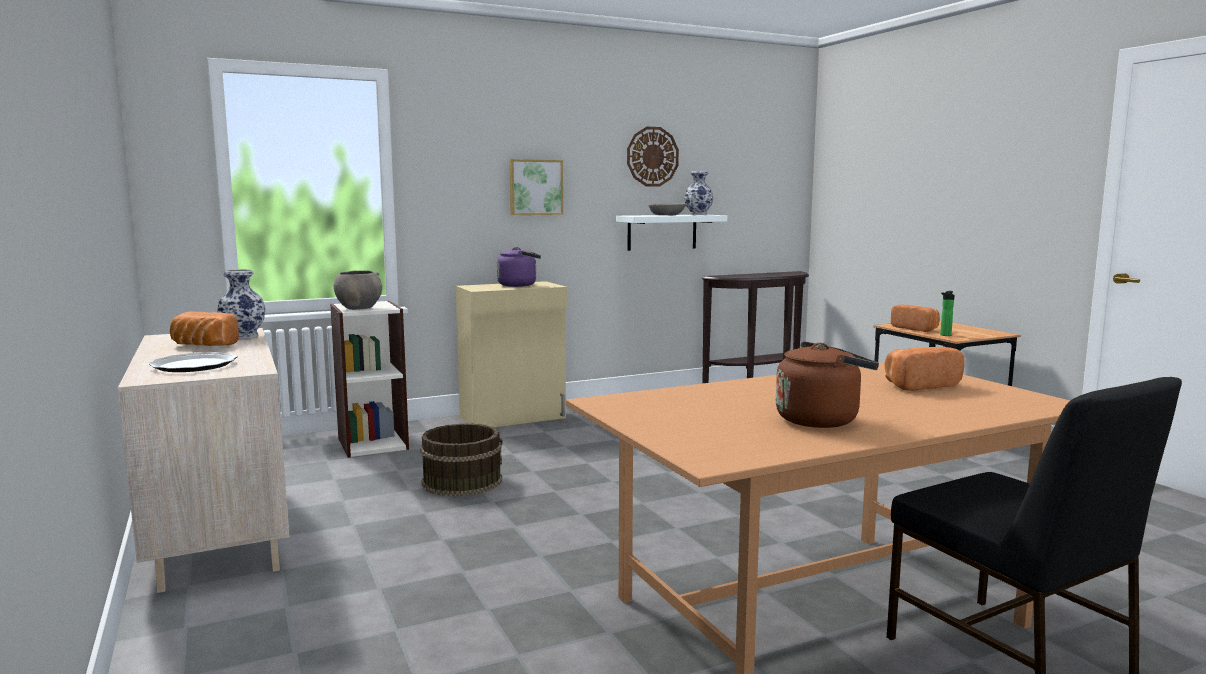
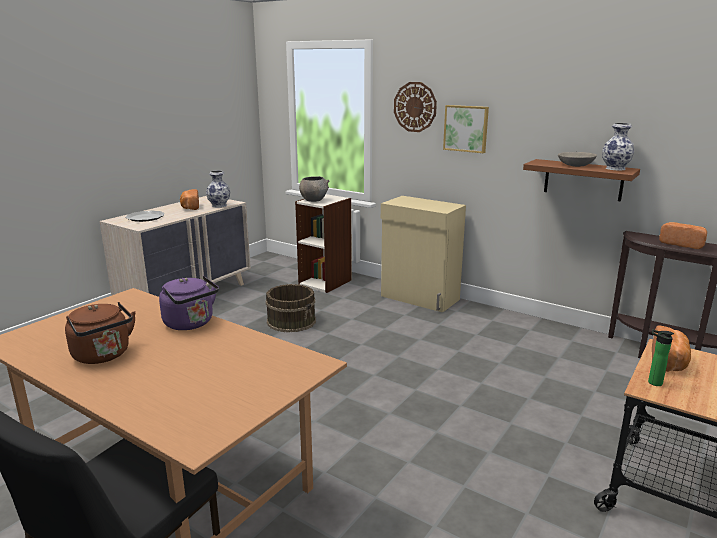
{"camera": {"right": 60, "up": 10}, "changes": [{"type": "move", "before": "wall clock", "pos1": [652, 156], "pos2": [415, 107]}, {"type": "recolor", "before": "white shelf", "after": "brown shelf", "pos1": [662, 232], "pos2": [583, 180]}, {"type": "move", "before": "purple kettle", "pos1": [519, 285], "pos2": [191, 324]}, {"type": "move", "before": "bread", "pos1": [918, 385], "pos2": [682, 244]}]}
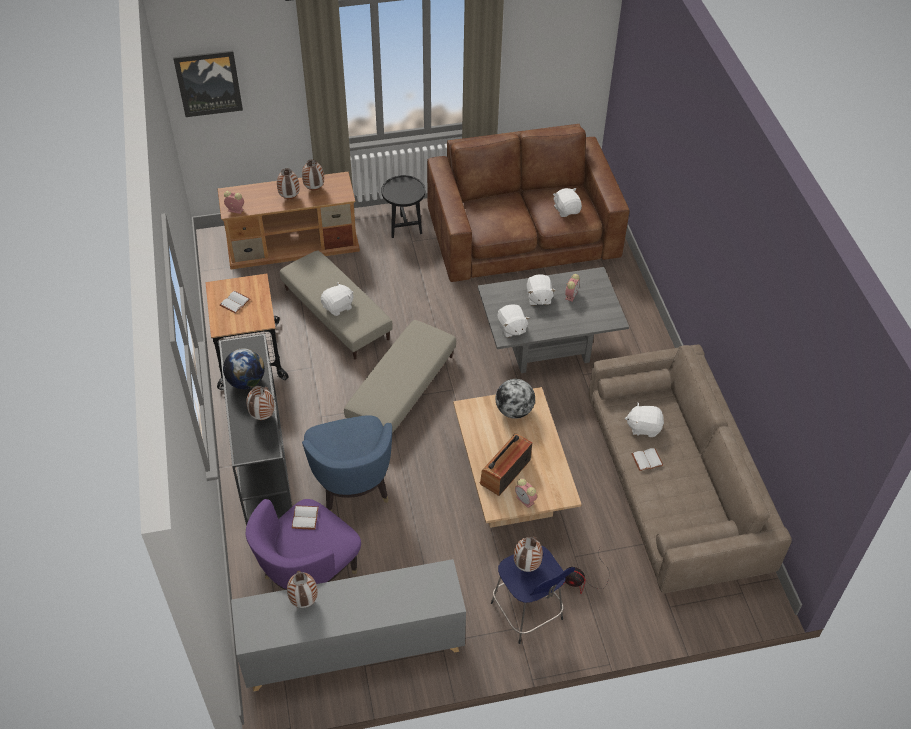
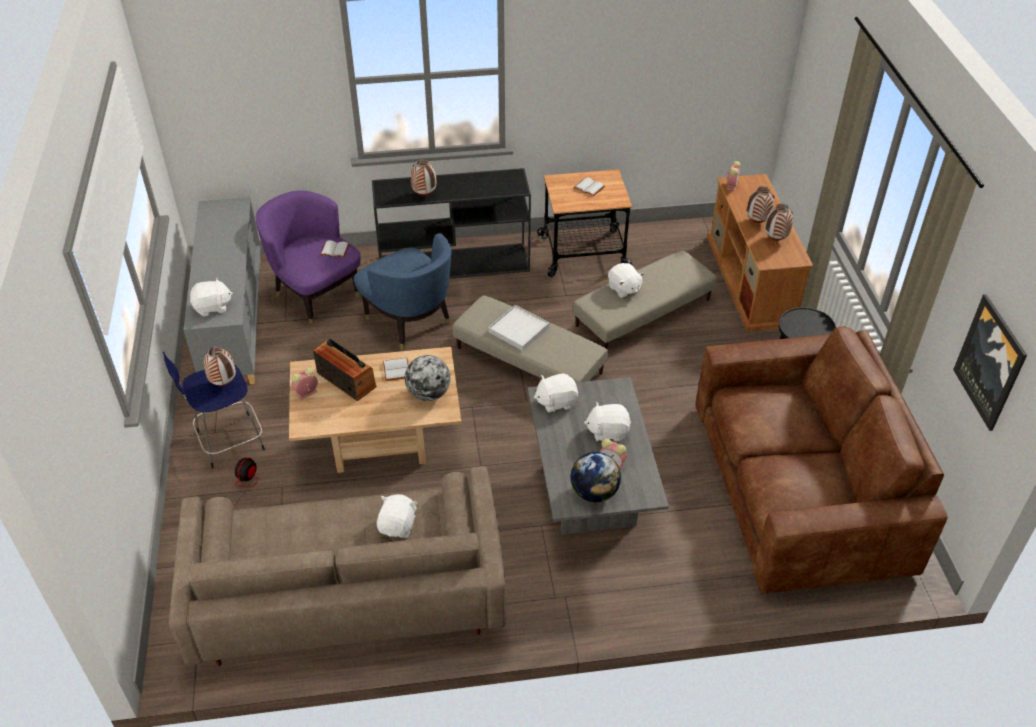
{"camera": {"right": 95, "up": -5}, "changes": [{"type": "move", "before": "picture", "pos1": [208, 83], "pos2": [990, 362]}, {"type": "move", "before": "white plush toy", "pos1": [566, 210], "pos2": [212, 307]}, {"type": "move", "before": "globe", "pos1": [246, 381], "pos2": [594, 492]}, {"type": "rotate", "before": "blue armchair", "pos1": [352, 486], "pos2": [409, 322], "turn": -120}, {"type": "move", "before": "white book", "pos1": [647, 459], "pos2": [397, 370]}, {"type": "delete", "before": "vase", "pos1": [304, 601]}, {"type": "insert", "after": "white tray", "pos2": [519, 329]}]}
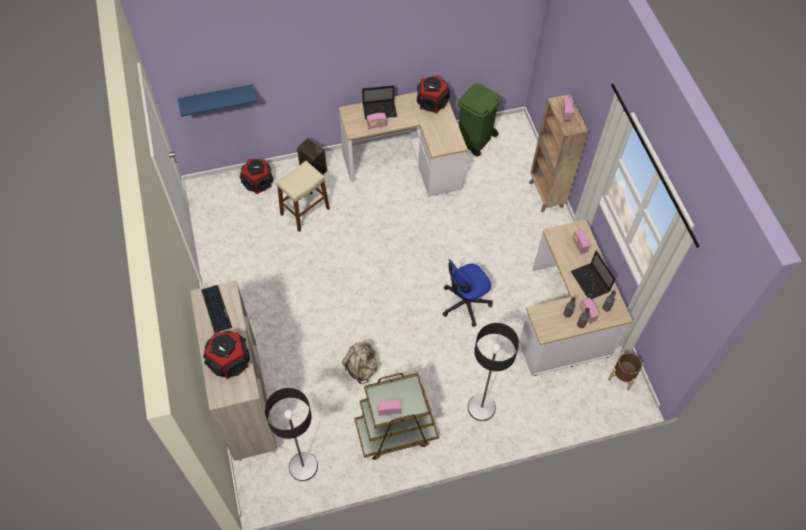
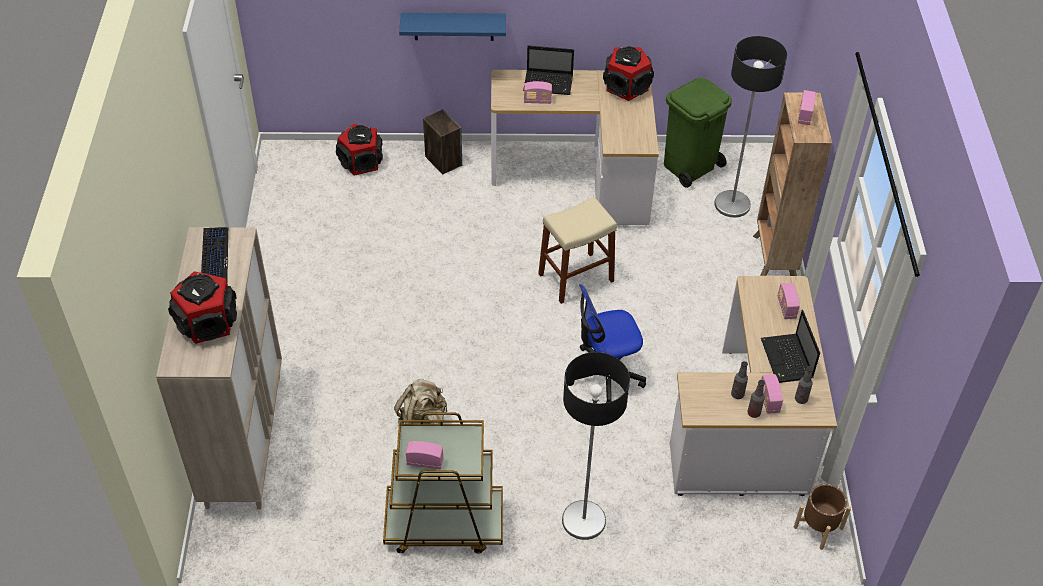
{"camera": {"right": 15, "up": -10}, "changes": [{"type": "move", "before": "blue shelf", "pos1": [217, 99], "pos2": [453, 26]}, {"type": "move", "before": "beige stool", "pos1": [305, 211], "pos2": [576, 278]}, {"type": "move", "before": "floor lamp", "pos1": [303, 466], "pos2": [732, 204]}]}
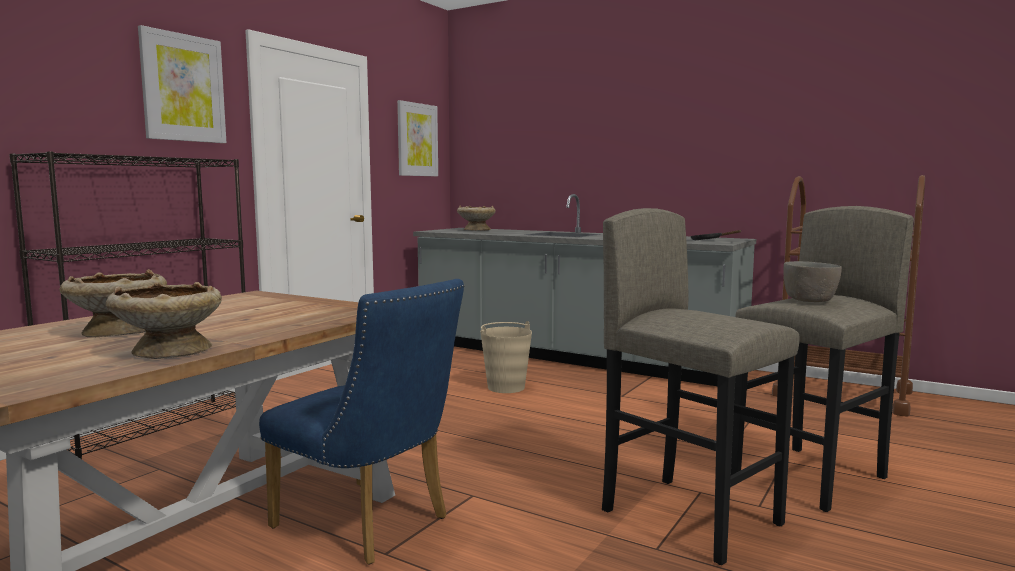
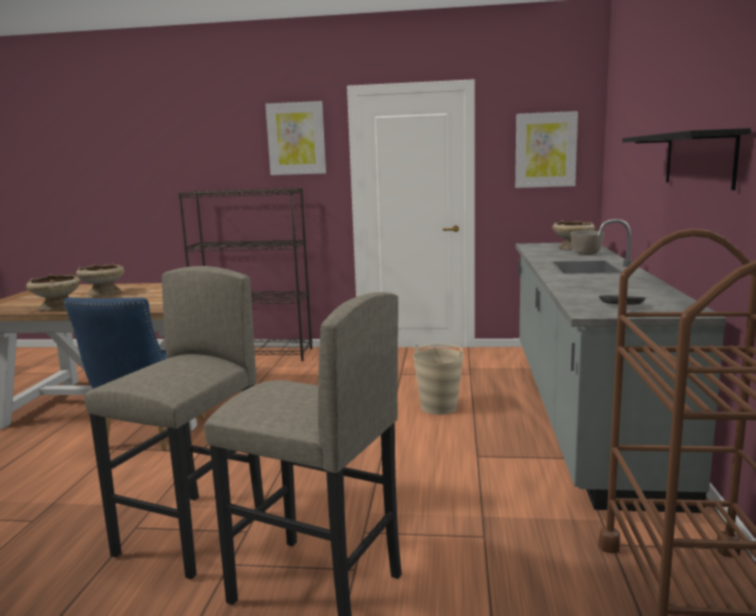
{"camera": {"right": 65, "up": 5}, "changes": [{"type": "move", "before": "grey bowl", "pos1": [810, 301], "pos2": [586, 254]}, {"type": "insert", "after": "black shelf", "pos2": [698, 159]}]}
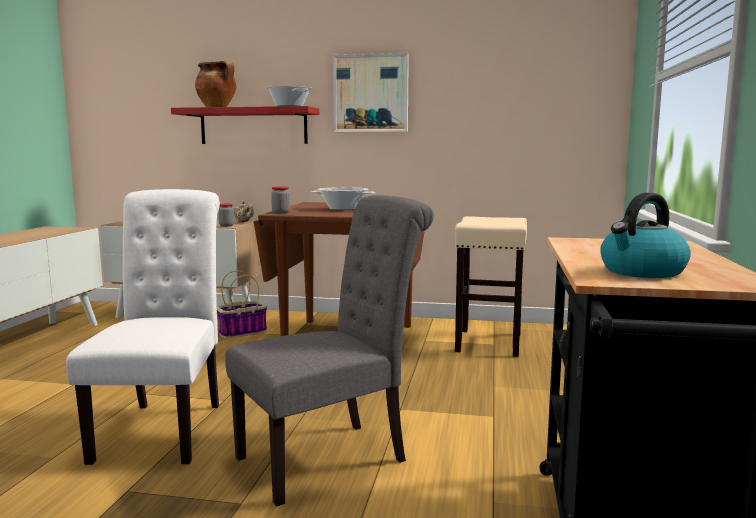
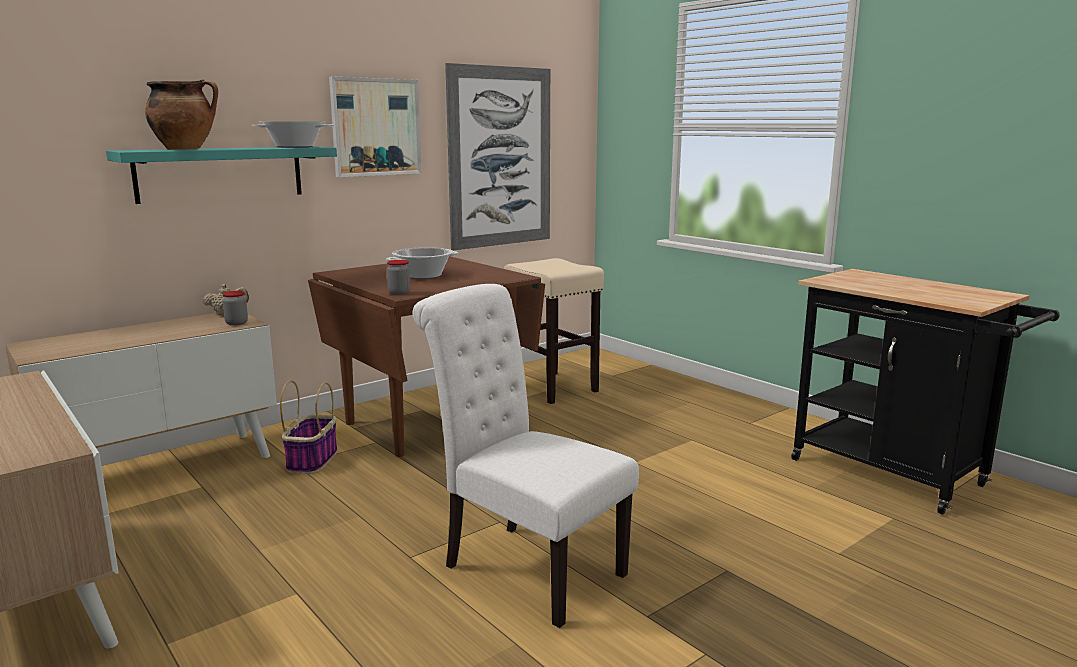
{"camera": {"right": -50, "up": 5}, "changes": [{"type": "recolor", "before": "red shelf", "after": "turquoise shelf", "pos1": [253, 126], "pos2": [220, 173]}, {"type": "delete", "before": "kettle", "pos1": [642, 272]}, {"type": "delete", "before": "grey chair", "pos1": [331, 457]}, {"type": "insert", "after": "picture", "pos2": [500, 157]}]}
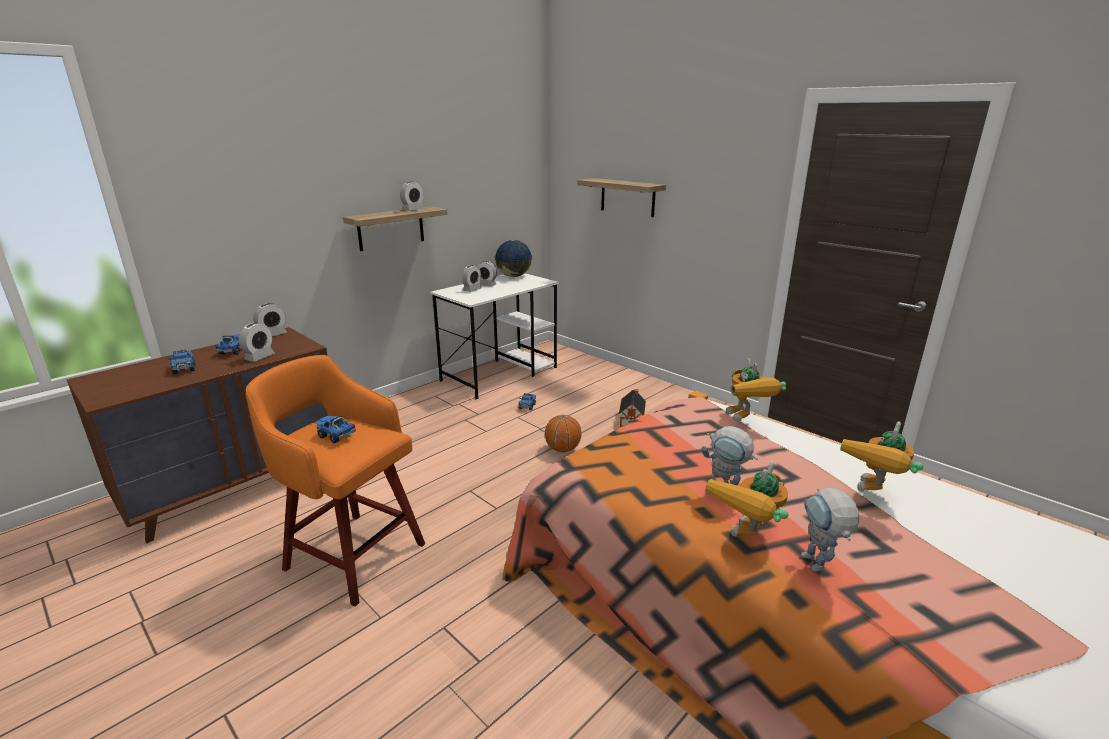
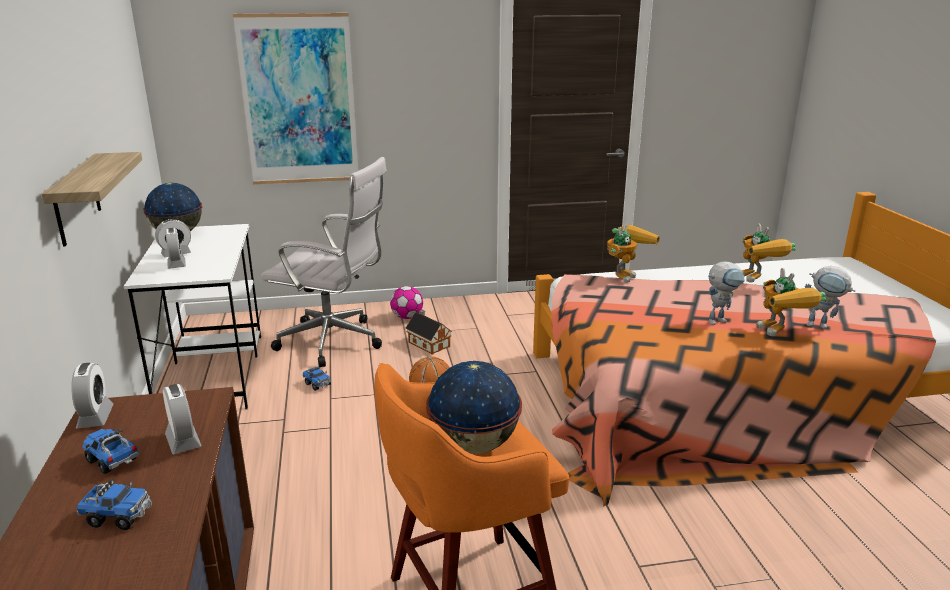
{"camera": {"right": -55, "up": 0}, "changes": [{"type": "replace", "before": "shelf", "after": "picture", "pos1": [627, 197], "pos2": [299, 100]}, {"type": "delete", "before": "alarm clock", "pos1": [413, 210]}, {"type": "rotate", "before": "toy robot", "pos1": [747, 420], "pos2": [625, 274], "turn": -75}, {"type": "replace", "before": "toy truck", "after": "globe", "pos1": [336, 436], "pos2": [474, 445]}, {"type": "insert", "after": "white office chair", "pos2": [335, 342]}, {"type": "insert", "after": "football", "pos2": [407, 317]}]}
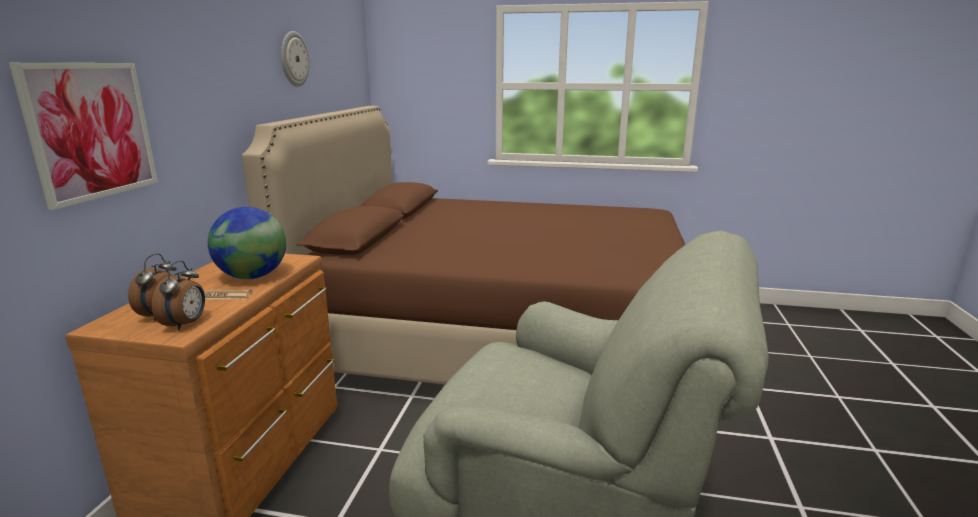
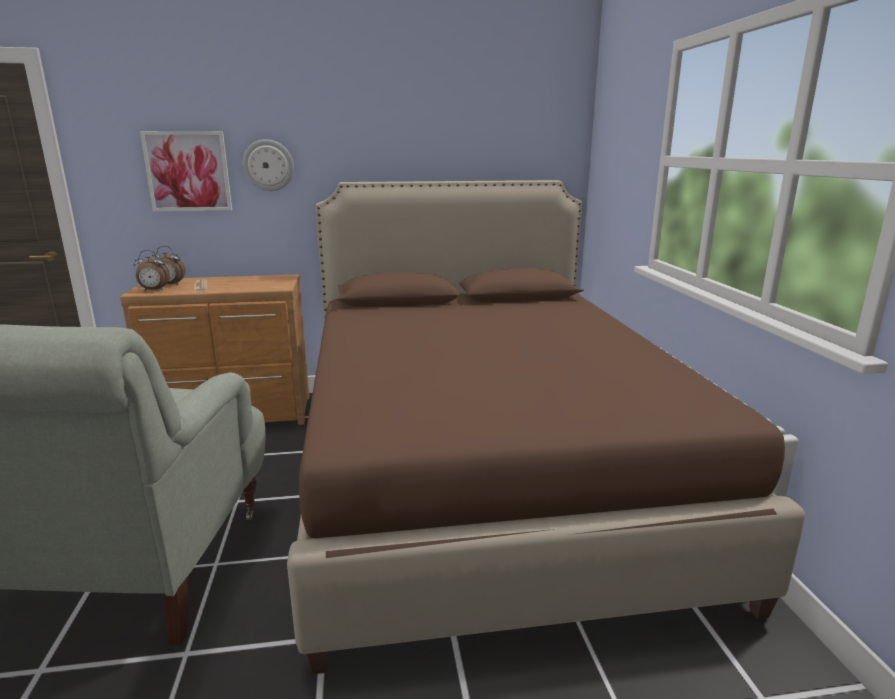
{"camera": {"right": 70, "up": 0}, "changes": [{"type": "move", "before": "wall clock", "pos1": [293, 59], "pos2": [268, 165]}, {"type": "delete", "before": "globe", "pos1": [252, 276]}]}
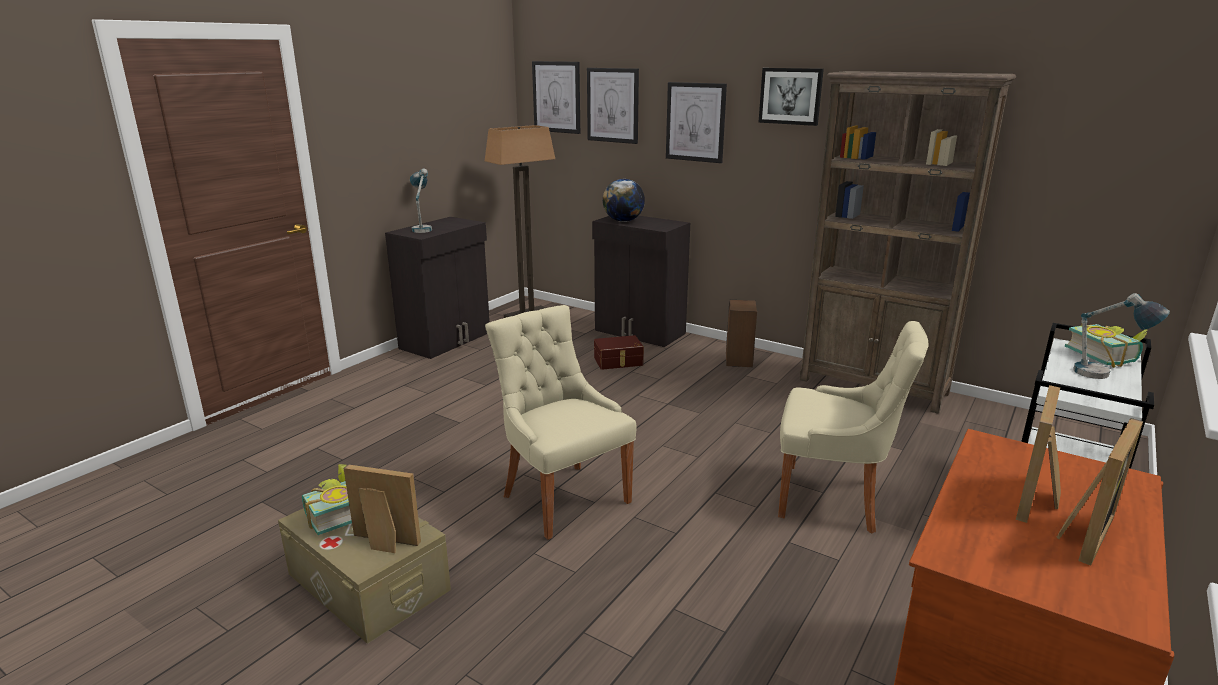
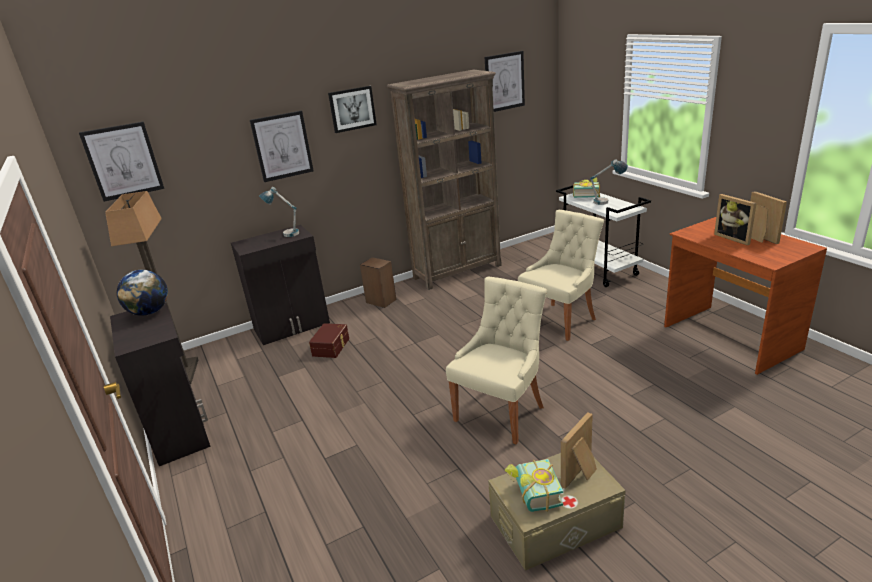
{"camera": {"right": -60, "up": 5}, "changes": [{"type": "move", "before": "picture", "pos1": [613, 105], "pos2": [504, 81]}, {"type": "move", "before": "table lamp", "pos1": [422, 228], "pos2": [285, 233]}, {"type": "move", "before": "globe", "pos1": [623, 221], "pos2": [150, 312]}, {"type": "rotate", "before": "beige chair", "pos1": [562, 497], "pos2": [501, 412], "turn": 135}]}
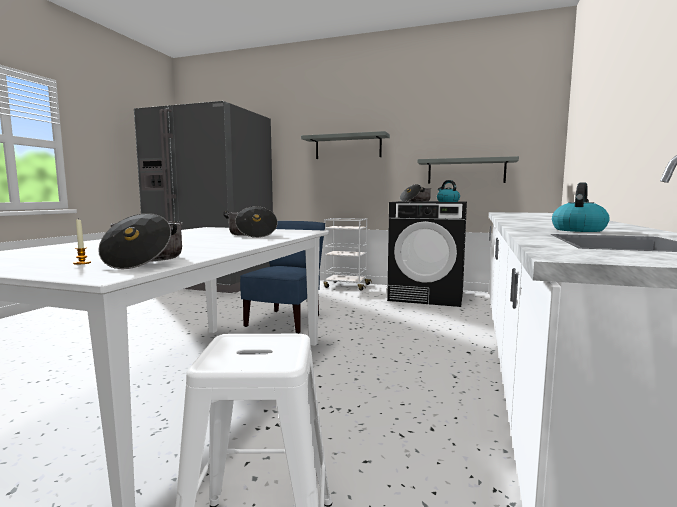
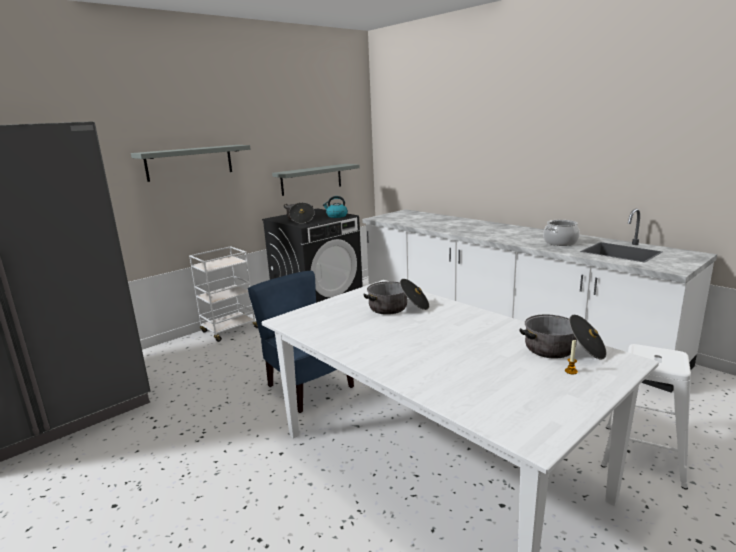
{"camera": {"right": -60, "up": 10}, "changes": [{"type": "replace", "before": "kettle", "after": "cooking pot", "pos1": [578, 230], "pos2": [560, 242]}]}
